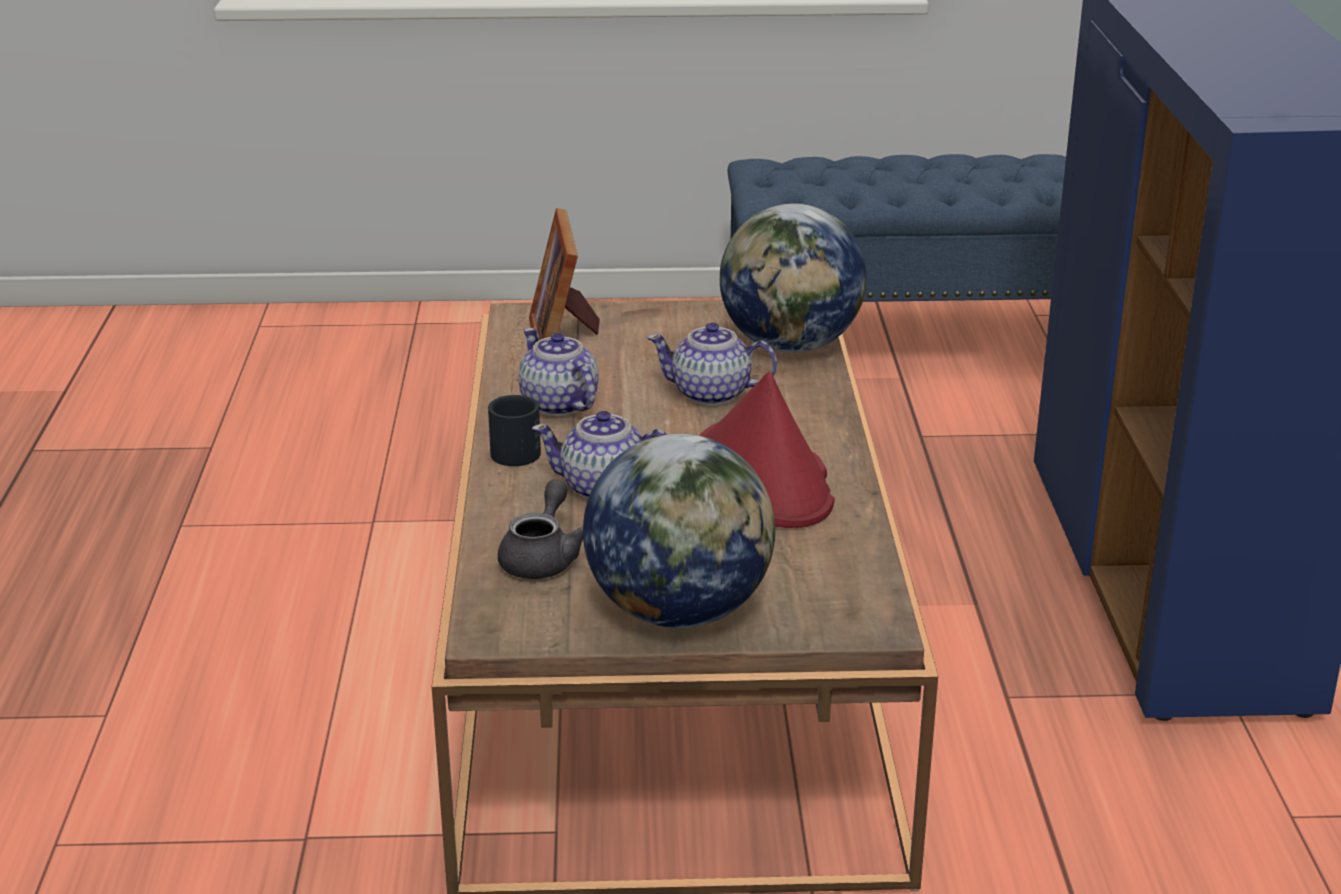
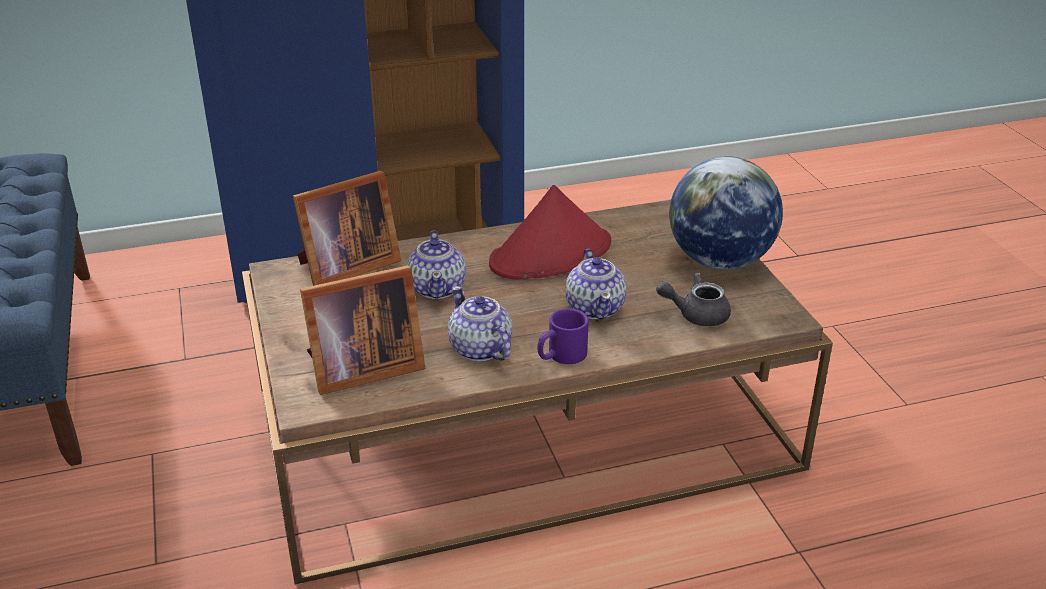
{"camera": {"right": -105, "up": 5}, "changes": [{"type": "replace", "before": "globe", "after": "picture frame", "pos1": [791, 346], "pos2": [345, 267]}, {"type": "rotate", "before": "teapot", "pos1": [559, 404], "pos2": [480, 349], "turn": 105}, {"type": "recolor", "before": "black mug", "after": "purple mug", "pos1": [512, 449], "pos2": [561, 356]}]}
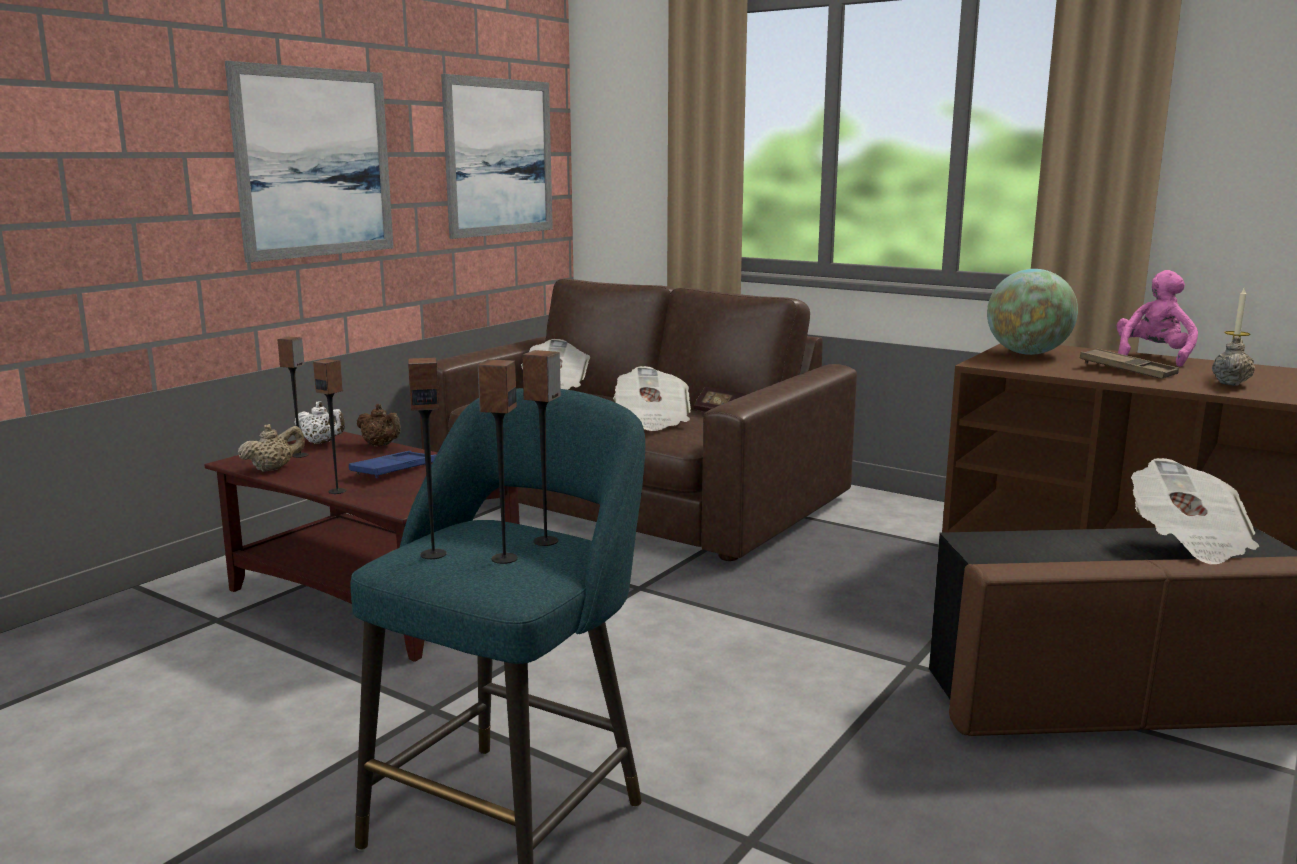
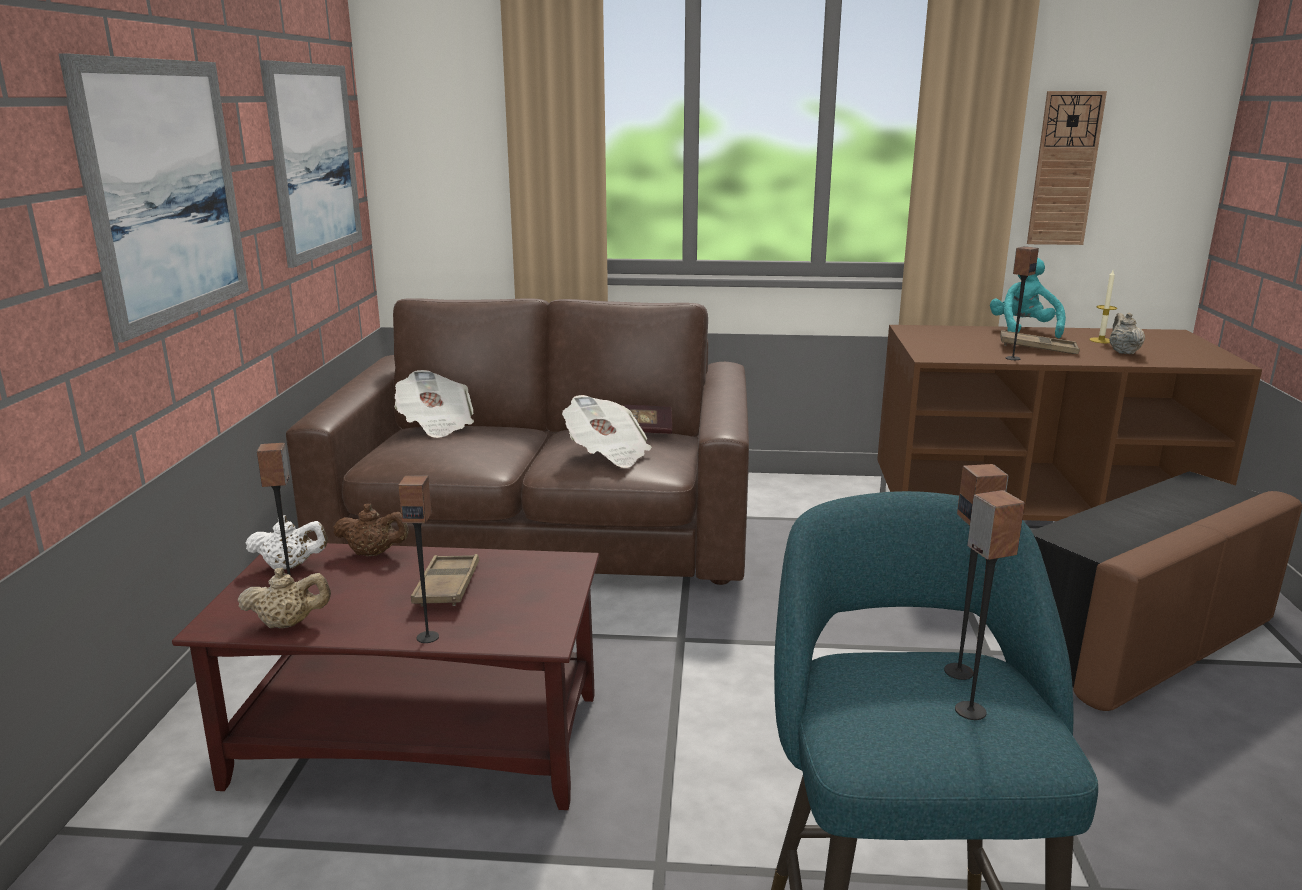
{"camera": {"right": -30, "up": 5}, "changes": [{"type": "delete", "before": "globe", "pos1": [1027, 353]}, {"type": "recolor", "before": "pink plush toy", "after": "turquoise plush toy", "pos1": [1153, 357], "pos2": [1023, 330]}, {"type": "move", "before": "speaker", "pos1": [433, 554], "pos2": [1012, 358]}, {"type": "rotate", "before": "beige teapot", "pos1": [273, 469], "pos2": [288, 624], "turn": 60}, {"type": "recolor", "before": "blue tray", "after": "brown tray", "pos1": [394, 470], "pos2": [447, 586]}, {"type": "delete", "before": "newspaper", "pos1": [1189, 541]}, {"type": "insert", "after": "wall clock", "pos2": [1064, 169]}]}
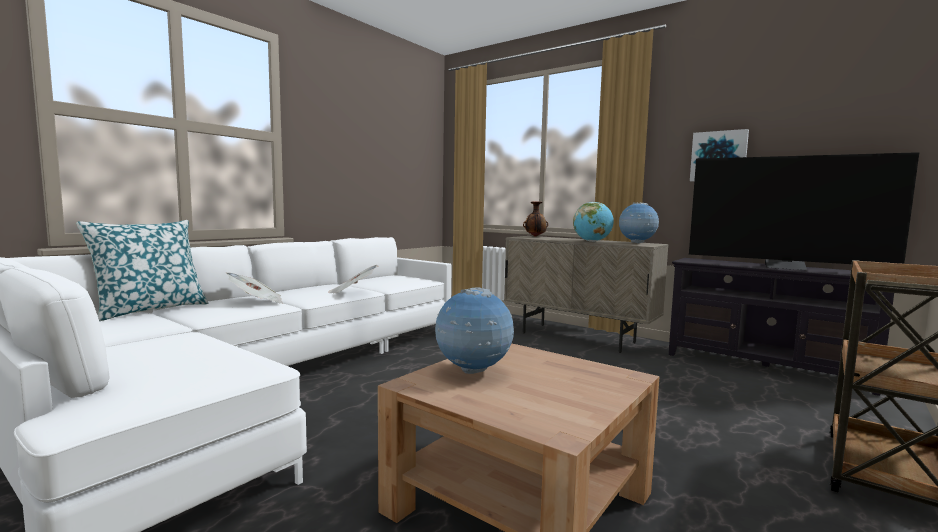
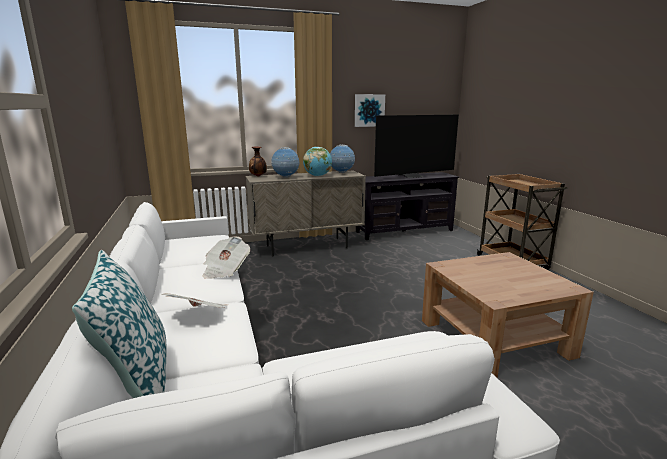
{"camera": {"right": -55, "up": 10}, "changes": [{"type": "move", "before": "globe", "pos1": [473, 371], "pos2": [285, 177]}]}
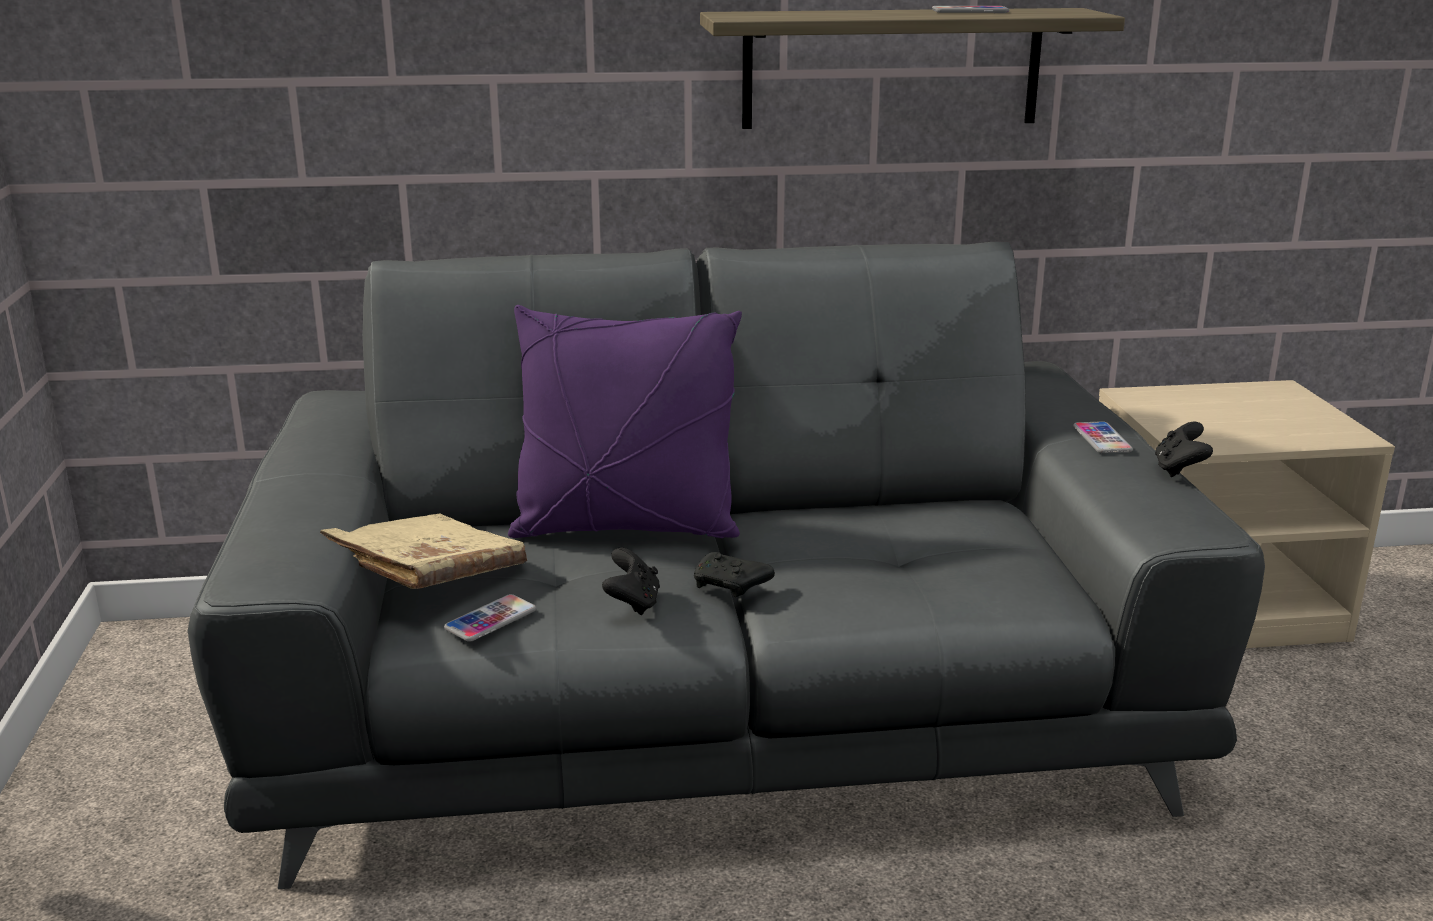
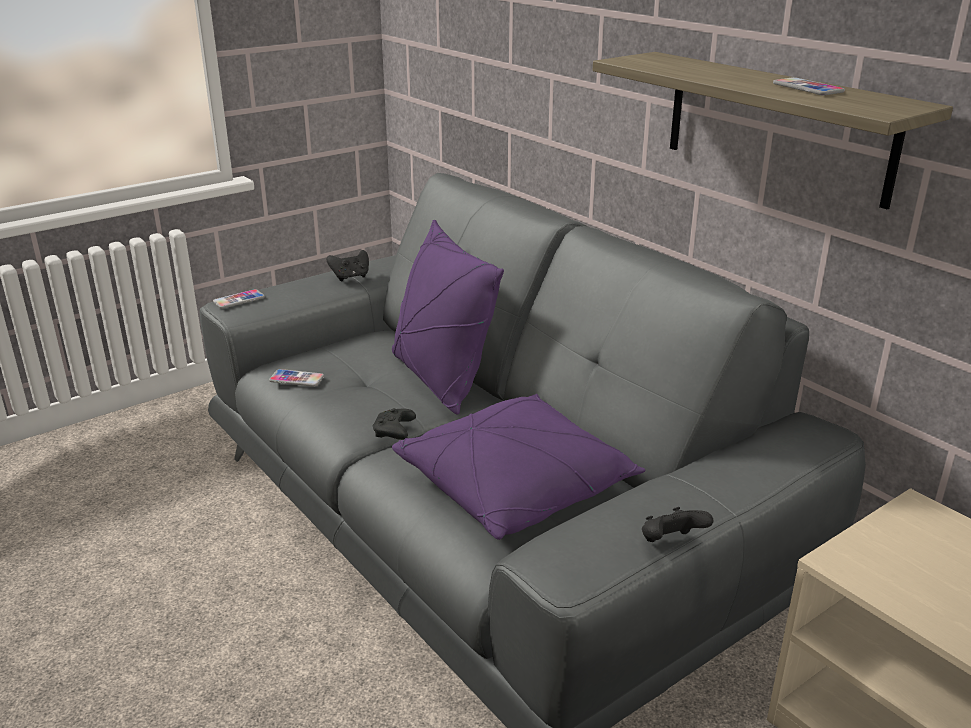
{"camera": {"right": 60, "up": 5}, "changes": [{"type": "move", "before": "phone", "pos1": [1102, 439], "pos2": [239, 300]}, {"type": "delete", "before": "beige book", "pos1": [428, 578]}, {"type": "move", "before": "black game controller", "pos1": [633, 603], "pos2": [350, 277]}, {"type": "insert", "after": "purple pillow", "pos2": [516, 487]}]}
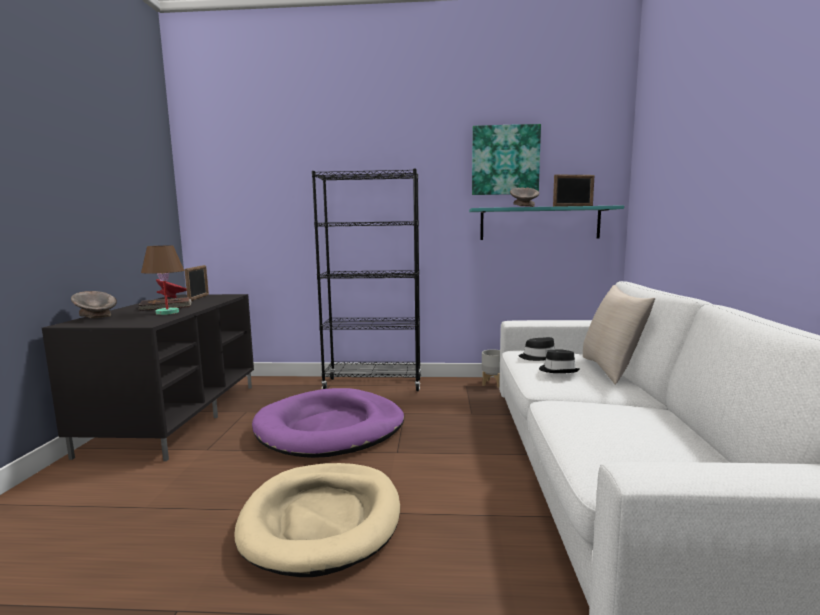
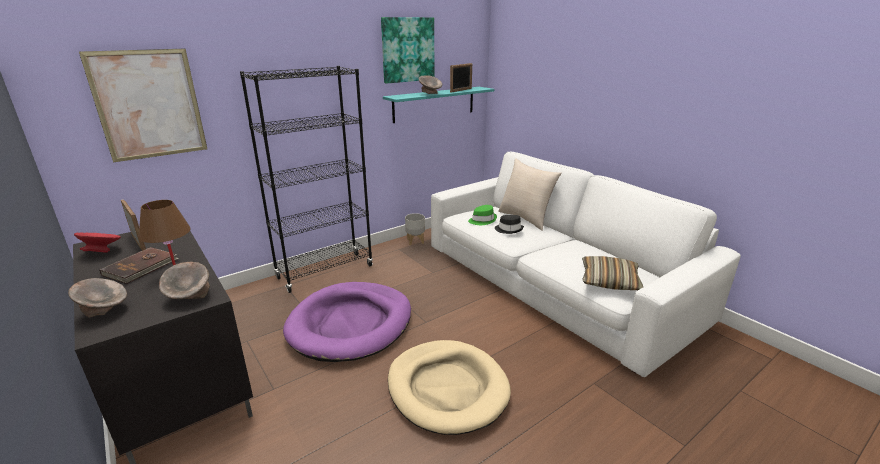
{"camera": {"right": -40, "up": 15}, "changes": [{"type": "recolor", "before": "black hat", "after": "green hat", "pos1": [539, 357], "pos2": [482, 220]}, {"type": "insert", "after": "picture", "pos2": [149, 105]}, {"type": "insert", "after": "pillow", "pos2": [609, 280]}, {"type": "insert", "after": "grey bowl", "pos2": [190, 298]}]}
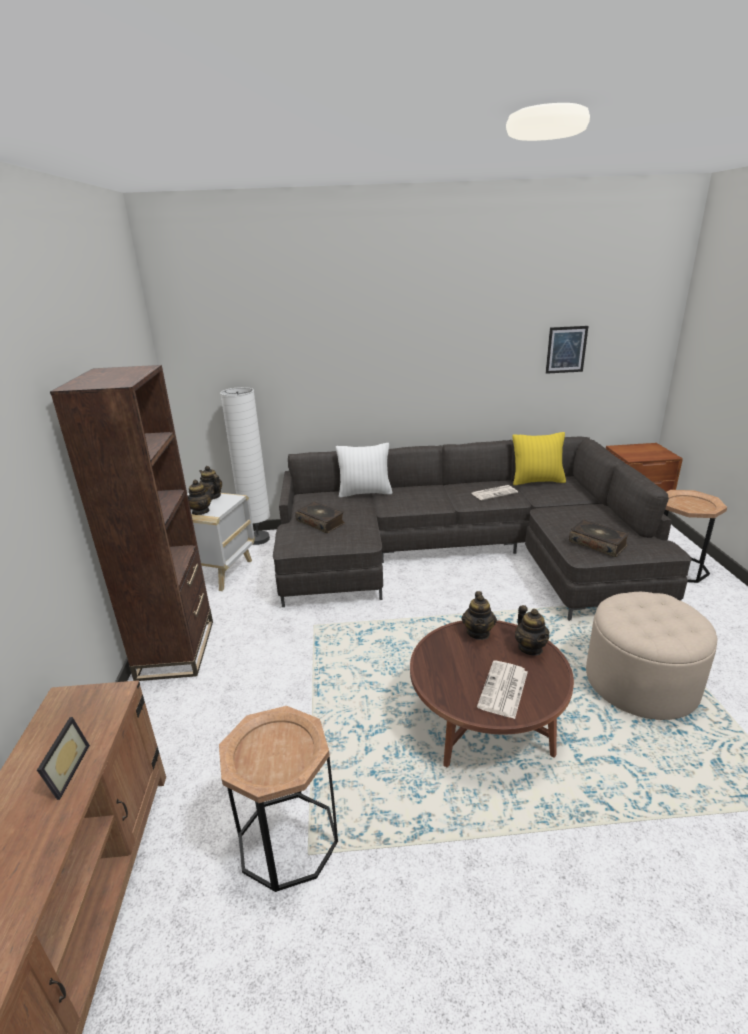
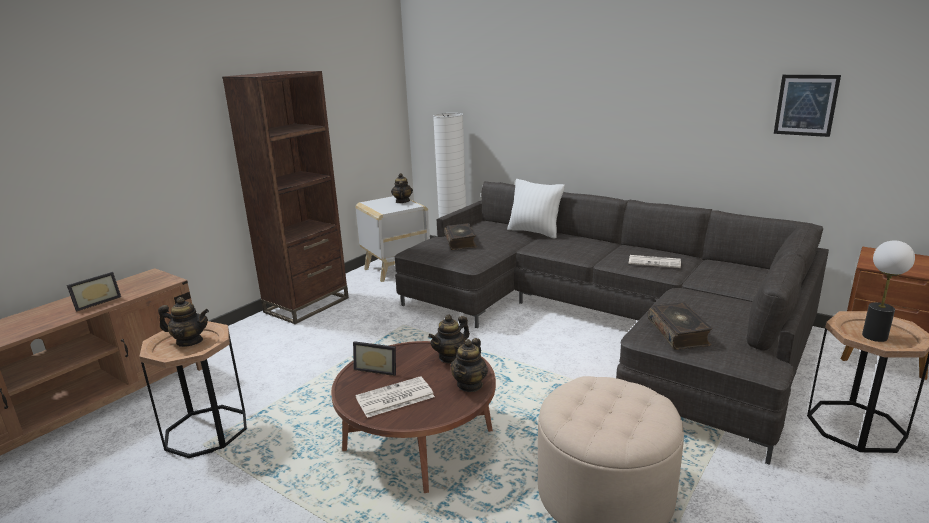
{"camera": {"right": 40, "up": -5}, "changes": [{"type": "delete", "before": "yellow pillow", "pos1": [537, 481]}, {"type": "move", "before": "teapot", "pos1": [200, 512], "pos2": [189, 341]}, {"type": "insert", "after": "table lamp", "pos2": [875, 336]}, {"type": "insert", "after": "picture frame", "pos2": [377, 368]}]}
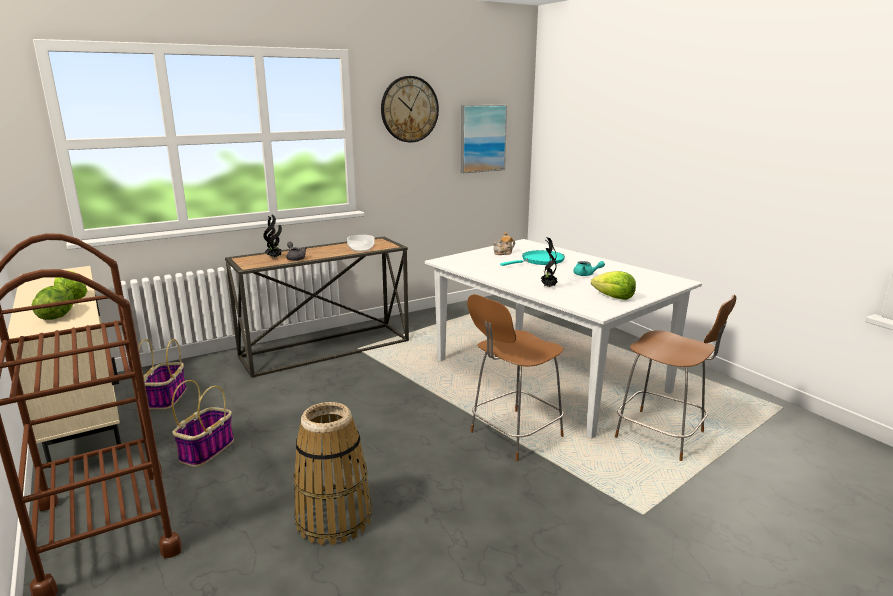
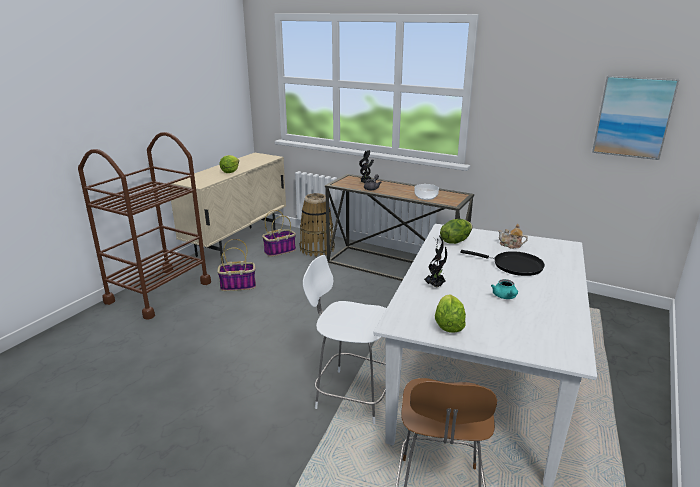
{"camera": {"right": 60, "up": 5}, "changes": [{"type": "delete", "before": "wall clock", "pos1": [409, 109]}, {"type": "recolor", "before": "turquoise frying pan", "after": "black frying pan", "pos1": [540, 261], "pos2": [513, 266]}, {"type": "move", "before": "lettuce", "pos1": [57, 316], "pos2": [455, 241]}, {"type": "recolor", "before": "brown chair", "after": "white chair", "pos1": [513, 435], "pos2": [352, 395]}, {"type": "move", "before": "basket", "pos1": [334, 518], "pos2": [317, 249]}]}
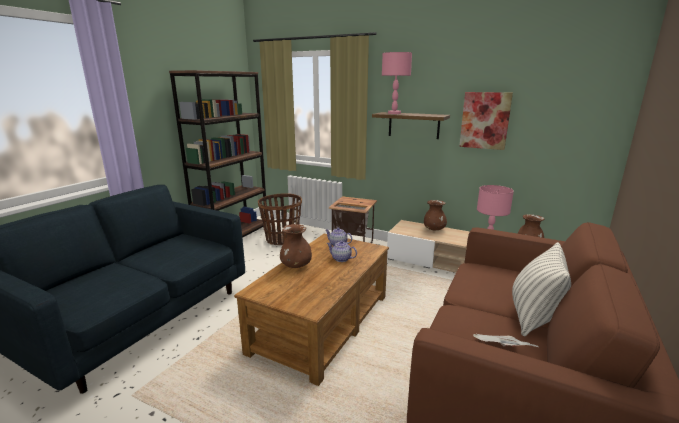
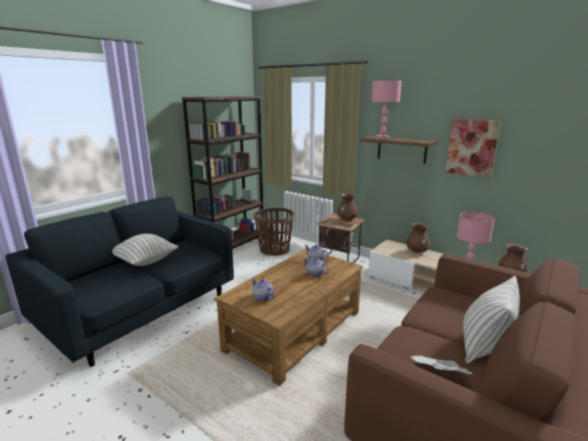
{"camera": {"right": 10, "up": 0}, "changes": [{"type": "move", "before": "brown vase", "pos1": [296, 266], "pos2": [347, 219]}, {"type": "insert", "after": "pillow", "pos2": [145, 261]}, {"type": "insert", "after": "teapot", "pos2": [262, 297]}]}
